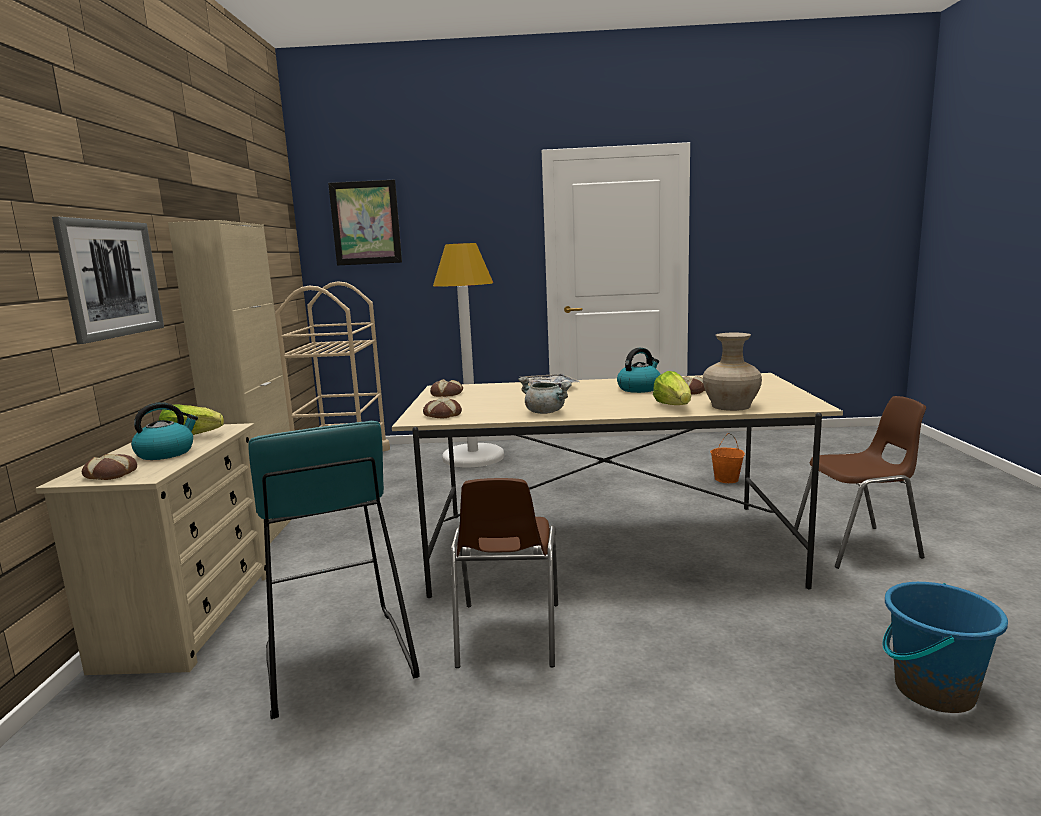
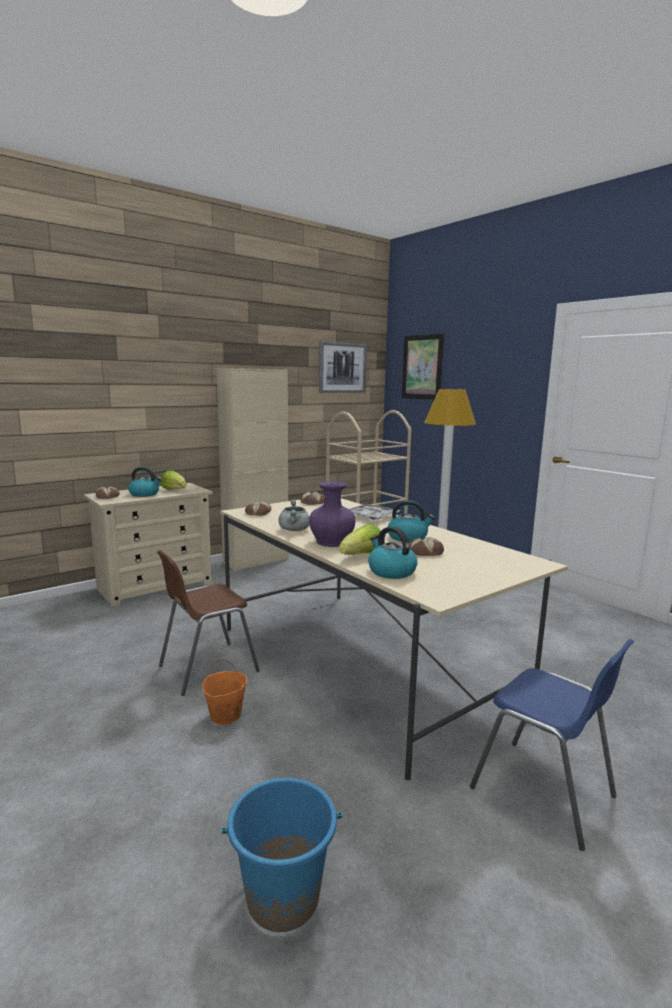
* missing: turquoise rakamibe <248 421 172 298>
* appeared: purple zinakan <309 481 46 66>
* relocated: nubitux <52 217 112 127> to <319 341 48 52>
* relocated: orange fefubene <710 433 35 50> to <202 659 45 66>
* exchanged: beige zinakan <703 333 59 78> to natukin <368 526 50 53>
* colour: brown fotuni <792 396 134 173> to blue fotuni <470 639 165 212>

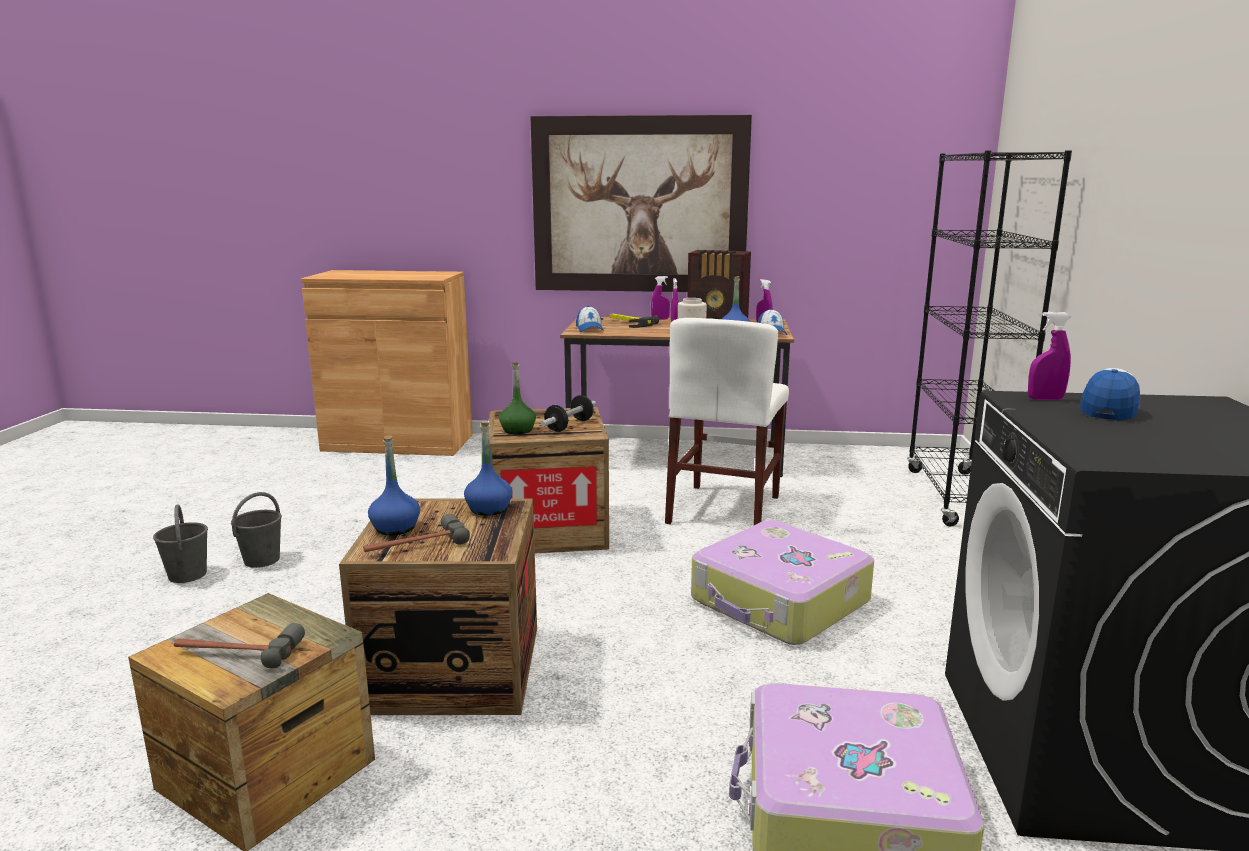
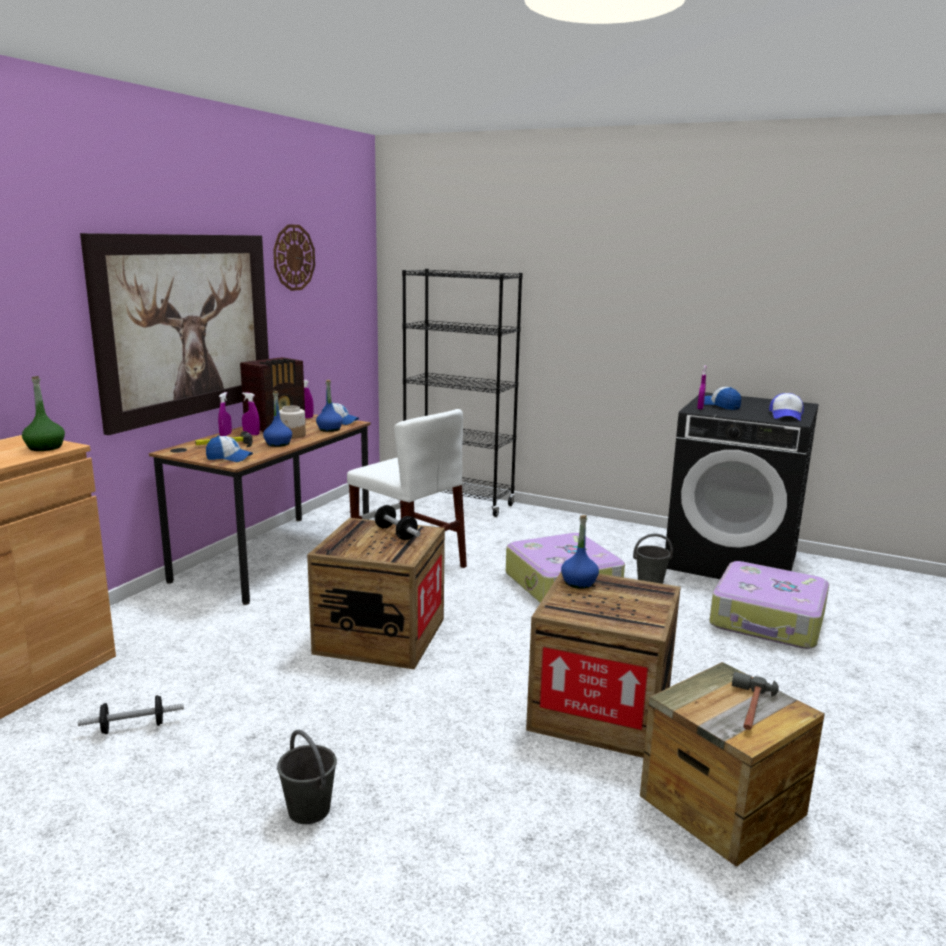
* missing: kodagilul <363 514 107 38>
* appeared: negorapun <78 695 106 39>
* appeared: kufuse <273 224 42 67>
* appeared: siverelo <769 393 35 28>
* relocated: grey fefubene <153 504 55 79> to <633 534 40 50>
* relocated: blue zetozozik <368 435 52 100> to <263 391 29 56>
* relocated: green zetozozik <499 362 37 72> to <22 376 43 75>

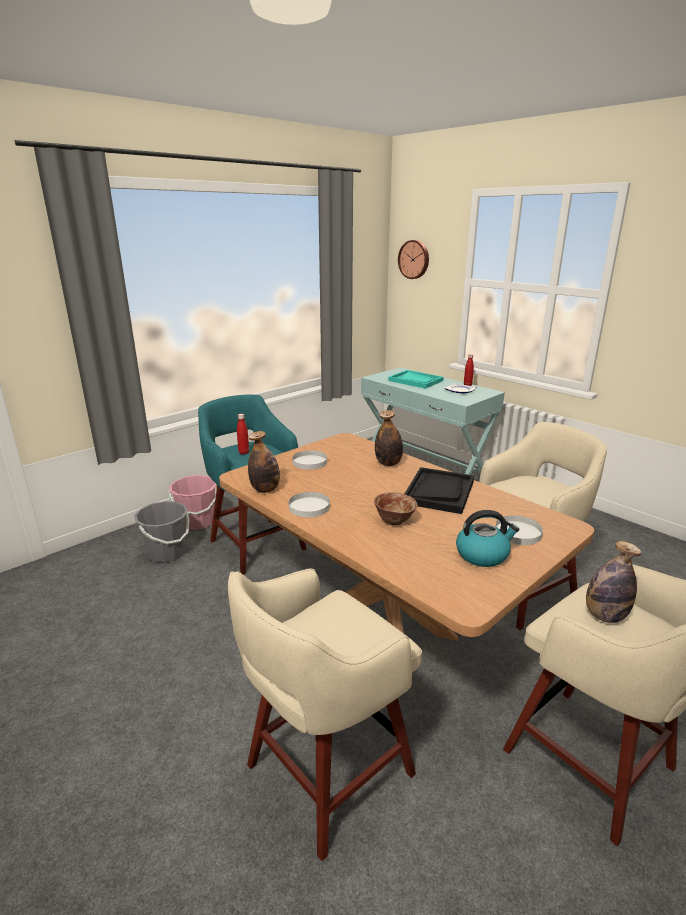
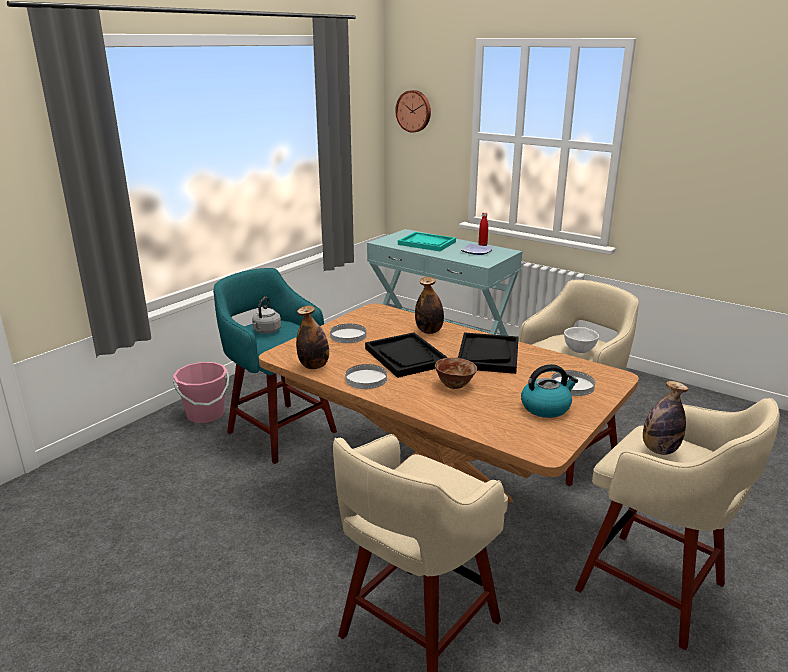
* missing: grey fefubene <134 501 56 61>
* appeared: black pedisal <365 332 83 46>
* appeared: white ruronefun <564 327 35 26>
* exchanged: red zetozozik <237 414 12 40> to grey natukin <252 297 29 37>

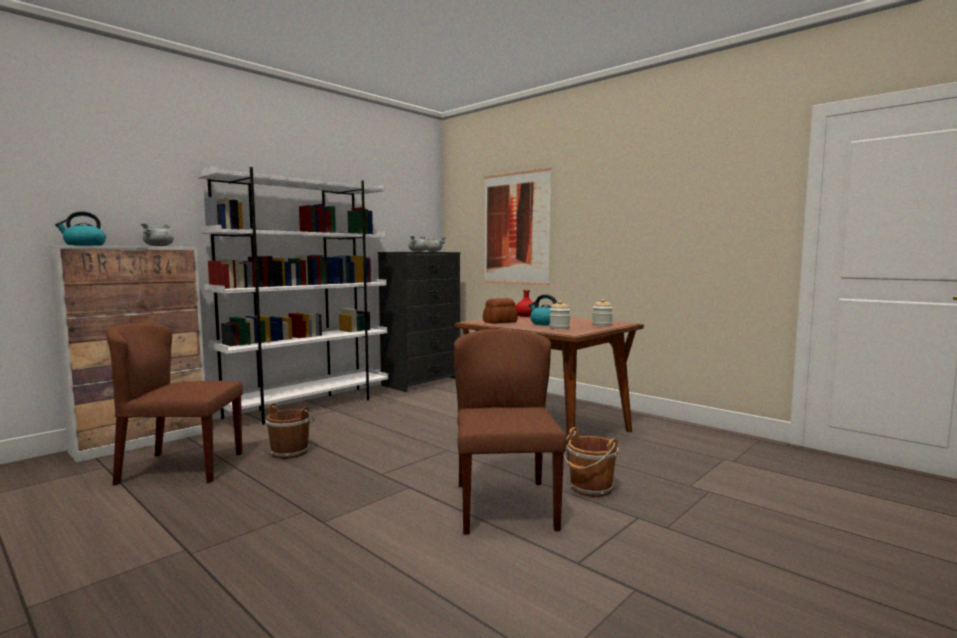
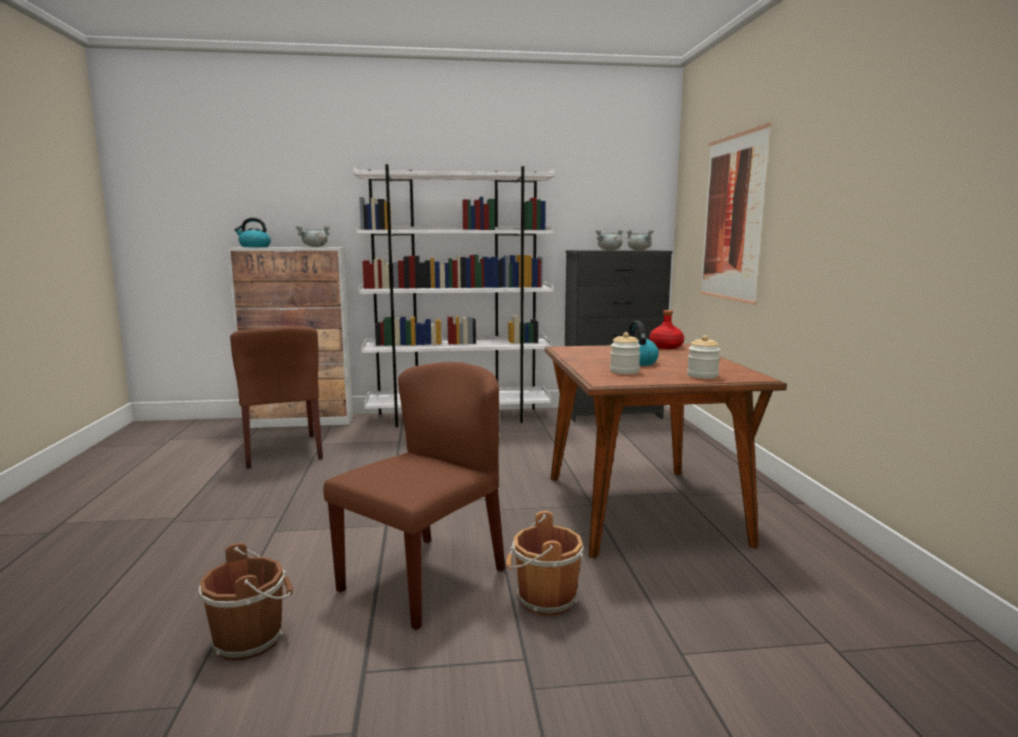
* missing: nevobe <483 298 35 26>
* relocated: brown fefubene <265 403 50 56> to <199 543 94 117>
* spun: brown fotuni <106 323 137 162> = <230 327 93 142> 150 degrees counterclockwise

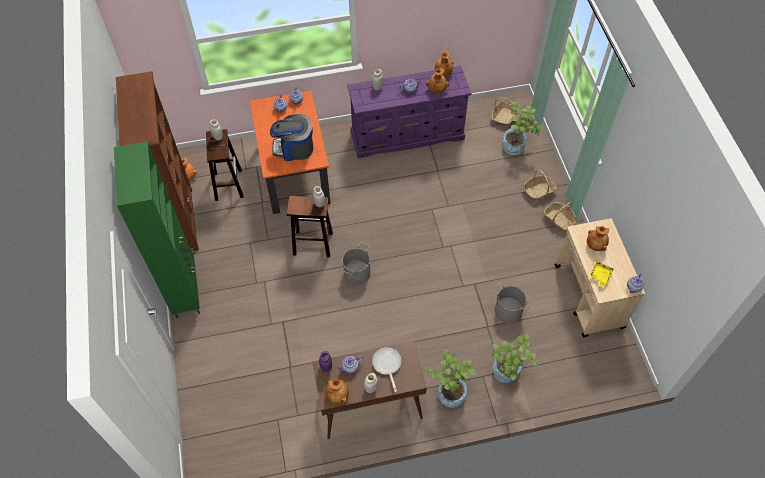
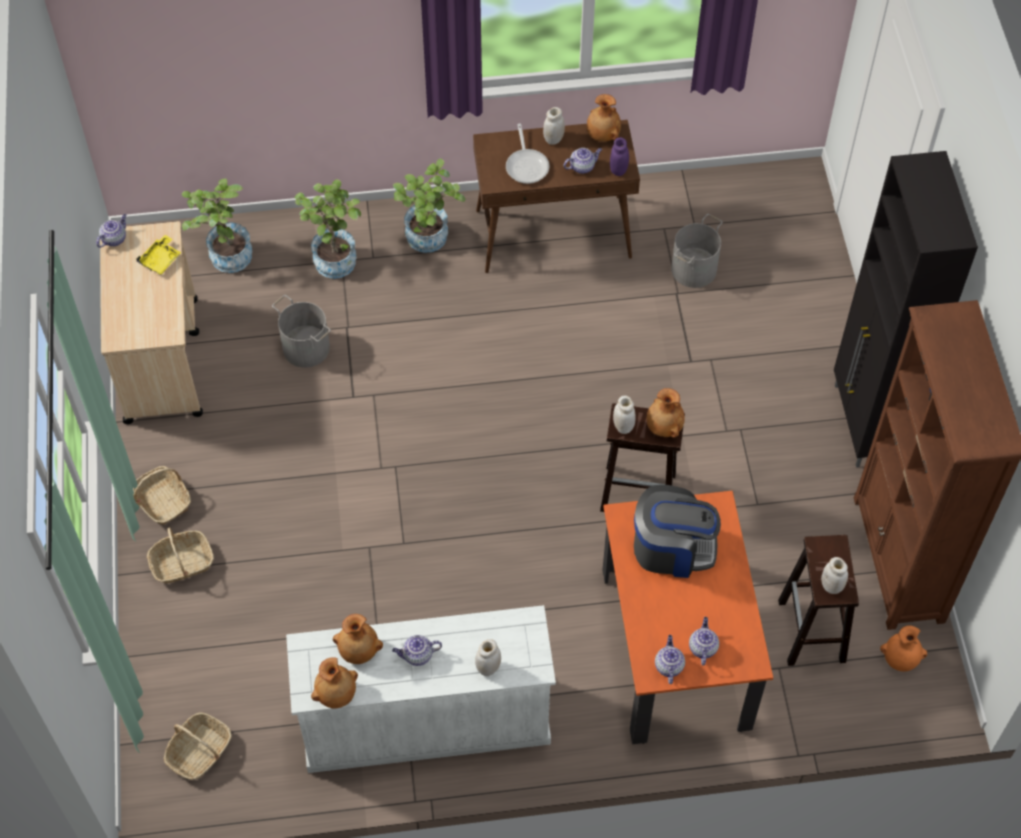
* relocated: grey fefubene <342 242 28 43> to <671 214 52 74>
* relocated: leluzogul <502 102 41 53> to <182 178 70 95>
* relocated: brown zinakan <587 226 22 25> to <647 388 38 49>
* colour: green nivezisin <114 142 86 176> to black nivezisin <834 151 144 317>
* colour: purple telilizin <347 66 125 92> to white telilizin <286 605 270 168>

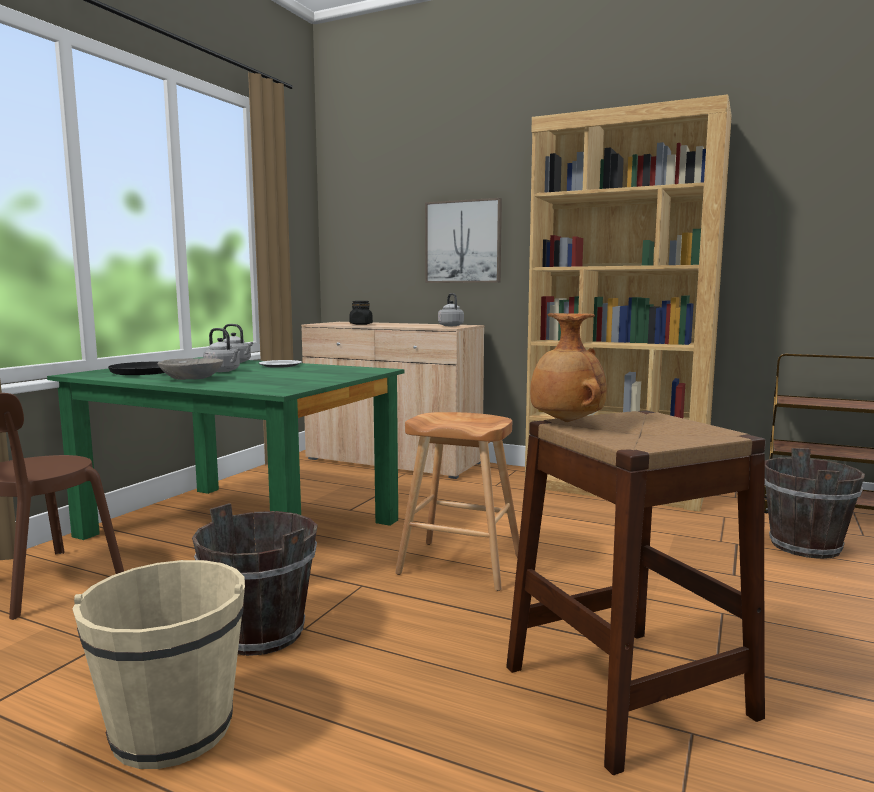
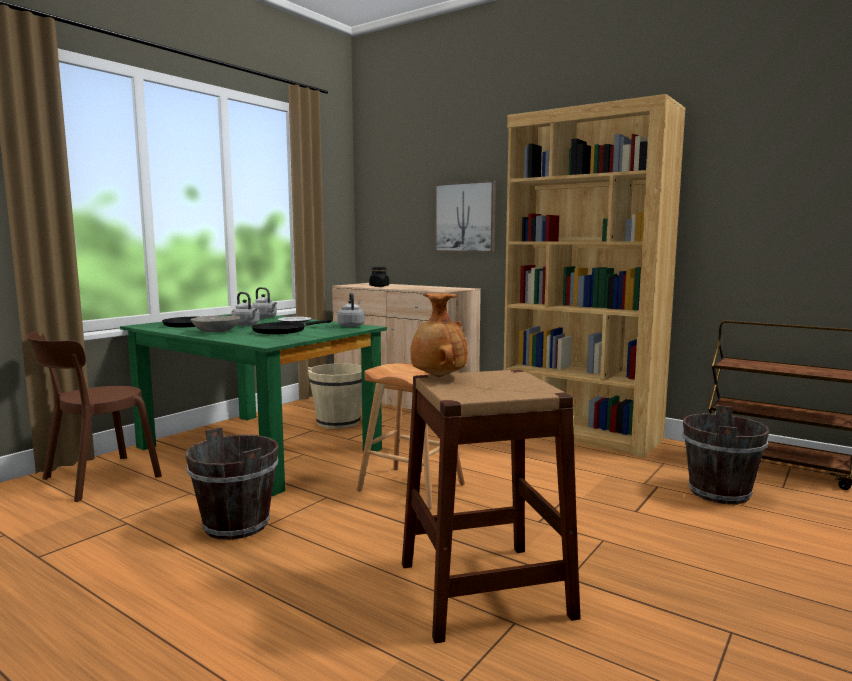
* appeared: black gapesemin <252 320 79 14>
* relocated: beige fefubene <73 560 172 209> to <308 363 54 66>
* relocated: grey natukin <438 293 26 33> to <337 292 27 35>

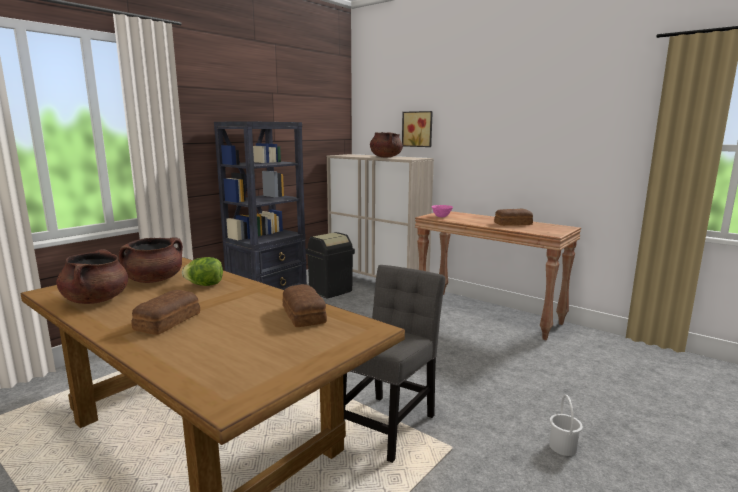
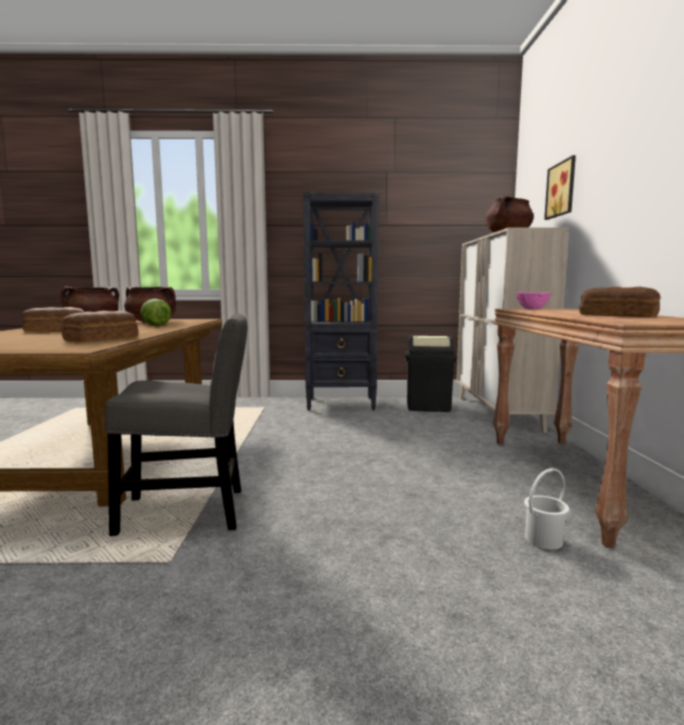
* relocated: white fefubene <549 395 34 61> to <524 468 45 82>

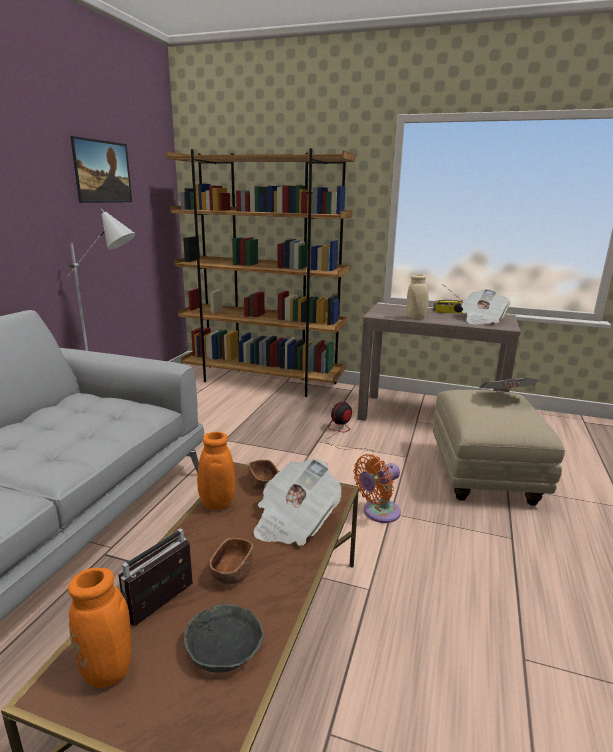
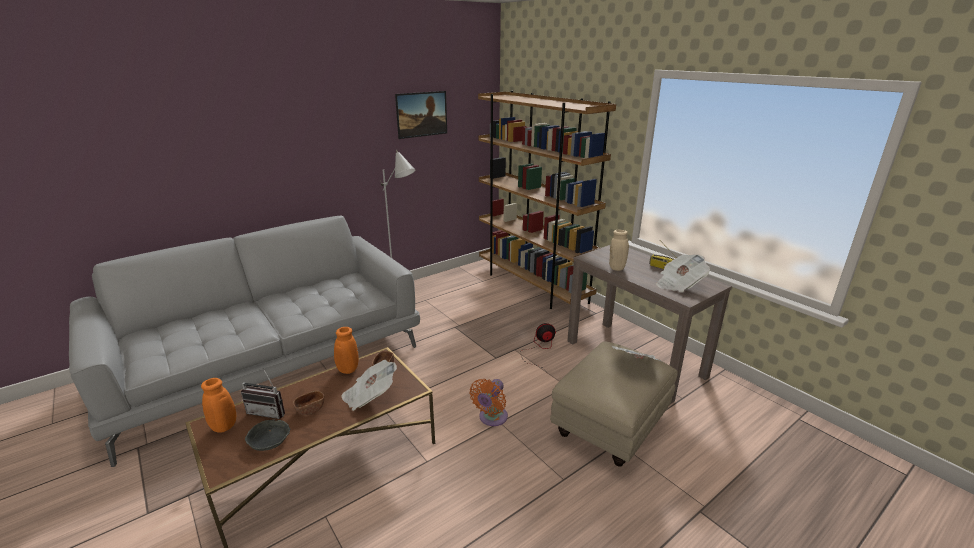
* spun: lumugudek <119 528 74 98> = <241 370 44 49> 150 degrees counterclockwise
* spun: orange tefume <353 454 48 69> = <470 379 38 47> 60 degrees counterclockwise

